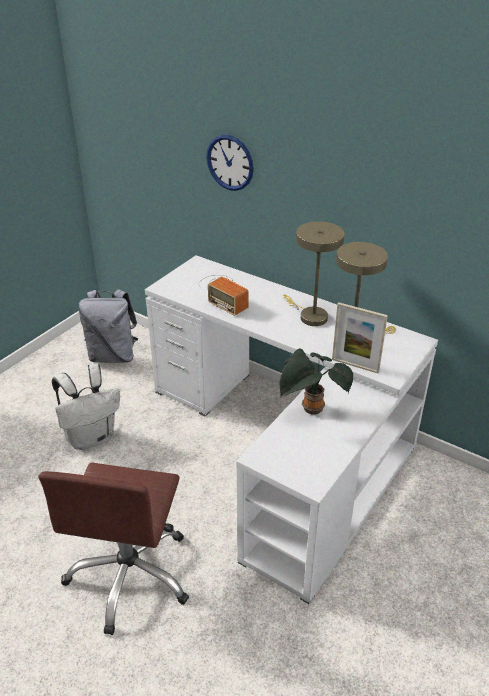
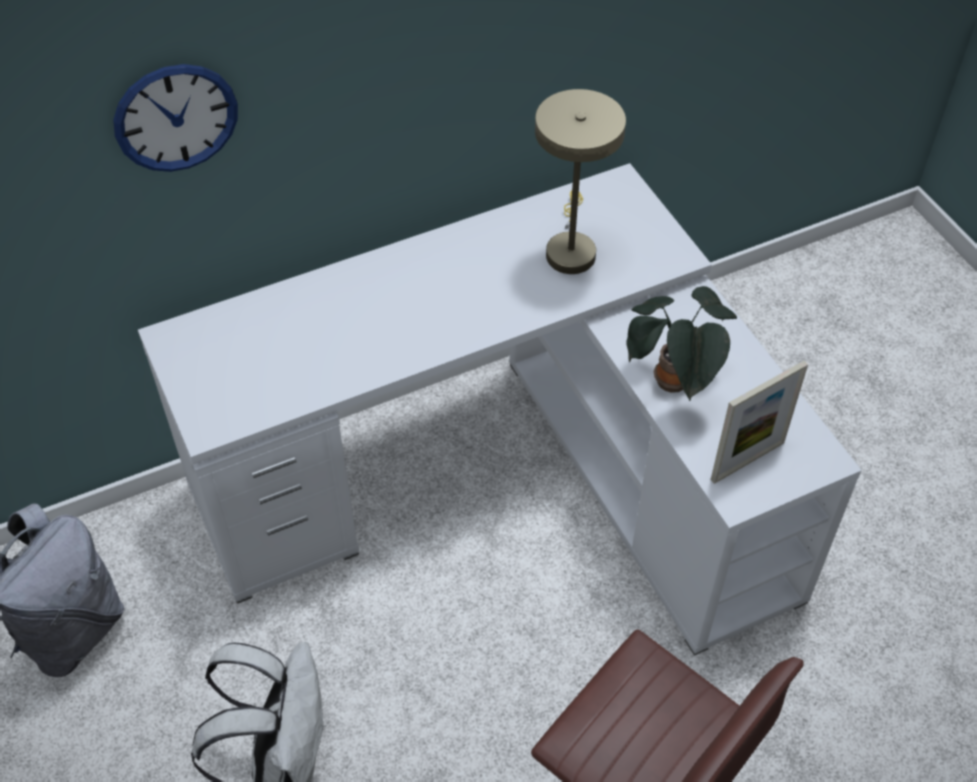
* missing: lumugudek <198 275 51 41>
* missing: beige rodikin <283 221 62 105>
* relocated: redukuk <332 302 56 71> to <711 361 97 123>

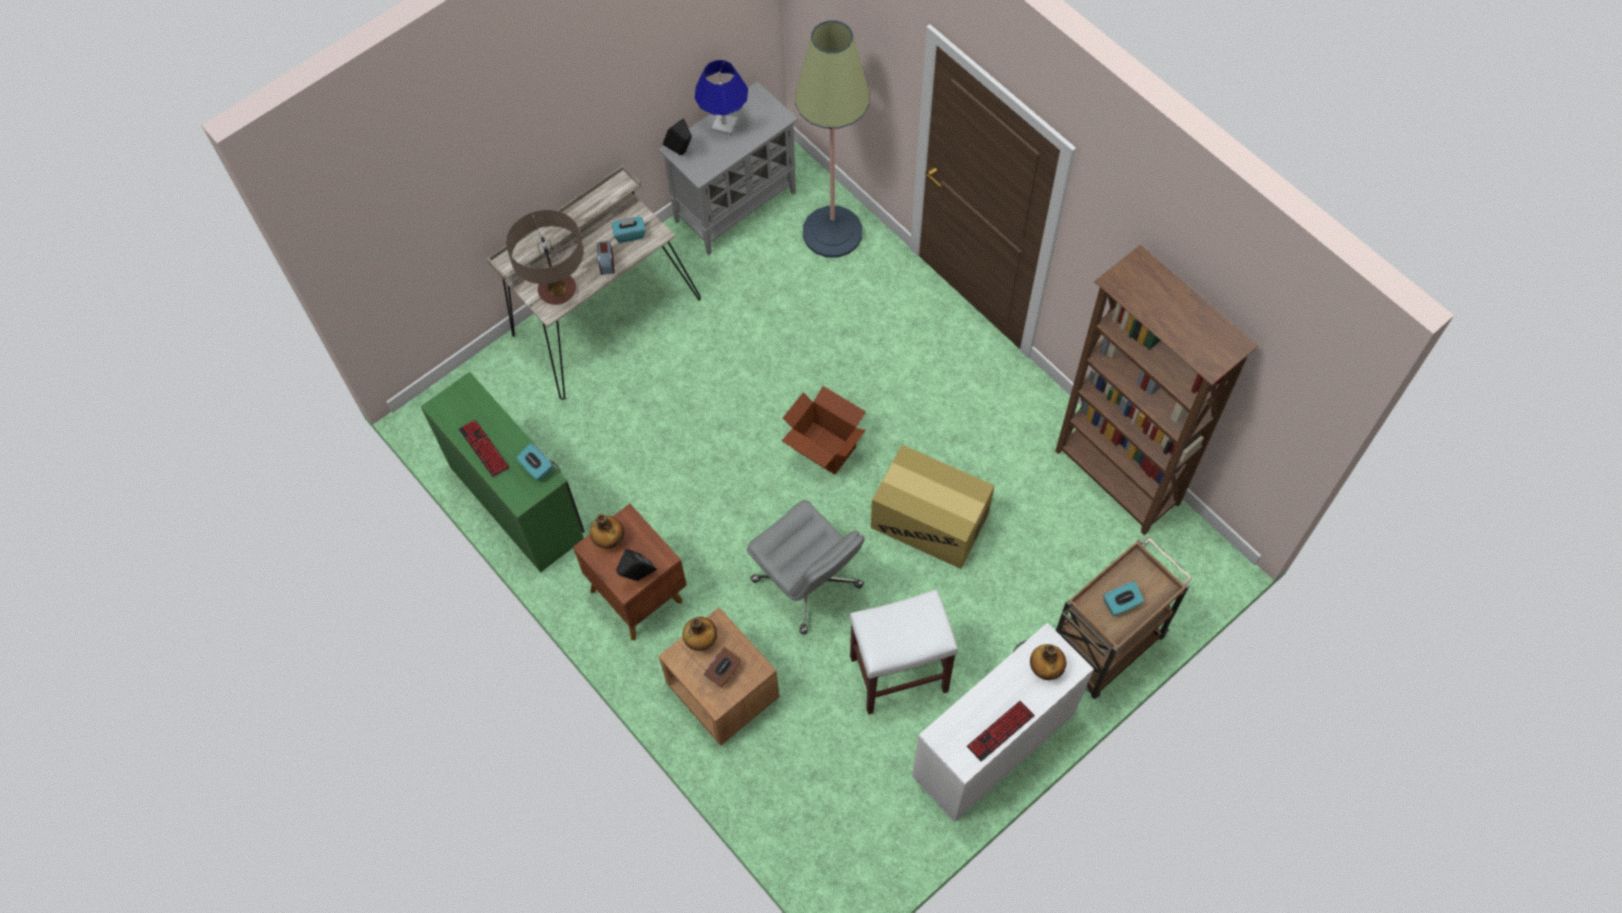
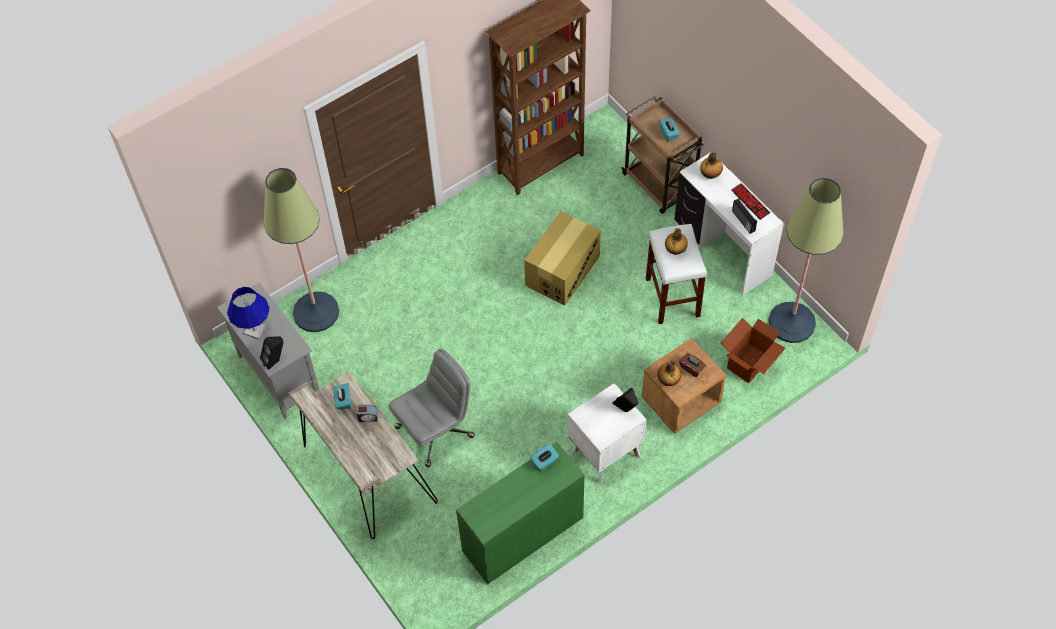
* missing: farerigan <459 420 51 57>
* missing: rodikin <506 210 78 95>
* appeared: lumugudek <732 199 25 35>
* appeared: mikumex <768 178 76 165>
* relocated: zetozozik <590 514 34 35> to <665 228 23 27>
* relocated: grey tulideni <747 500 118 135> to <389 349 86 118>
* relocated: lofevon <782 386 84 89> to <721 318 65 65>
* colour: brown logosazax <573 504 114 136> to white logosazax <568 383 79 101>

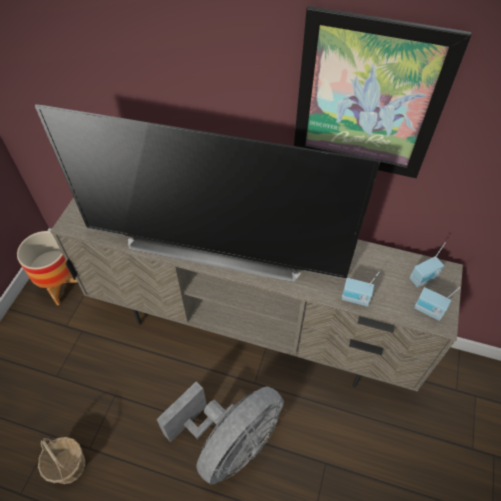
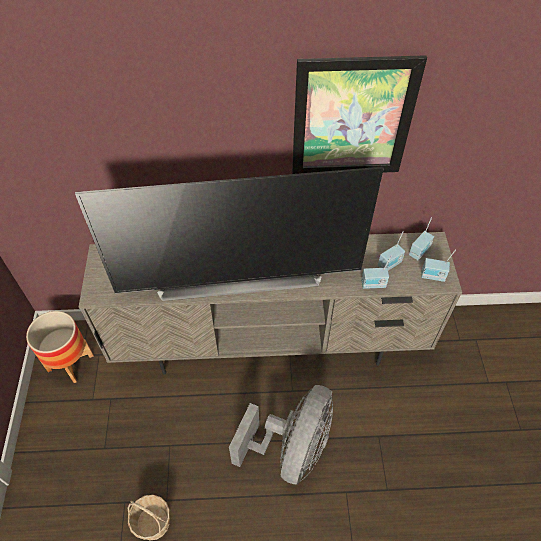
* appeared: lumugudek <378 231 27 40>

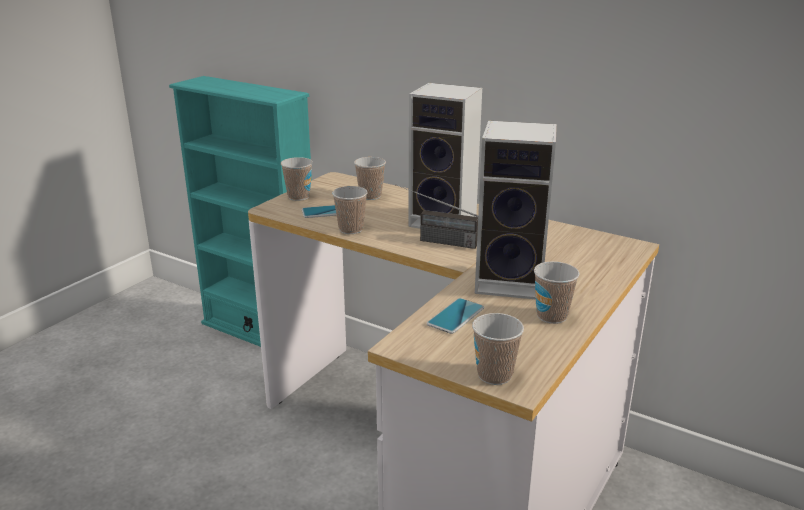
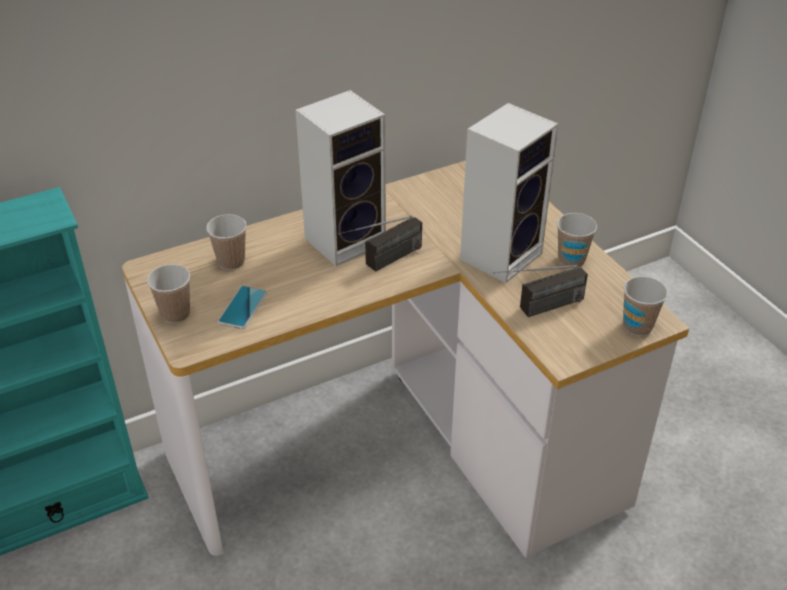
* missing: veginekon <332 186 36 48>
* exchanged: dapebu <427 298 57 36> to lumugudek <493 265 95 52>

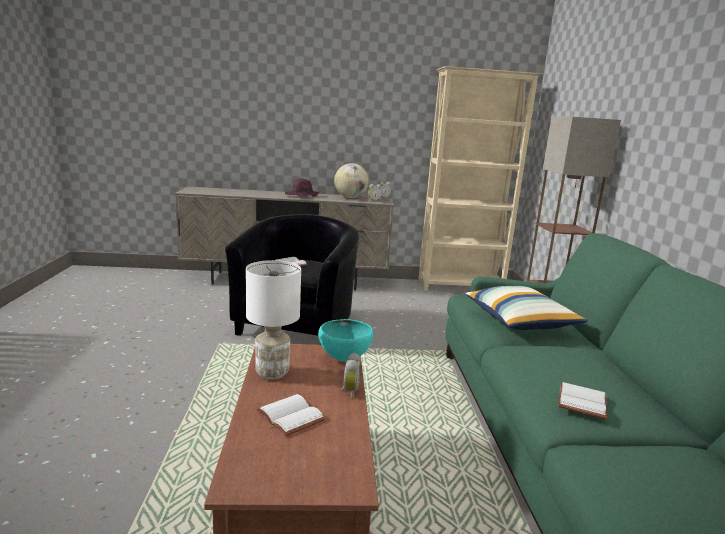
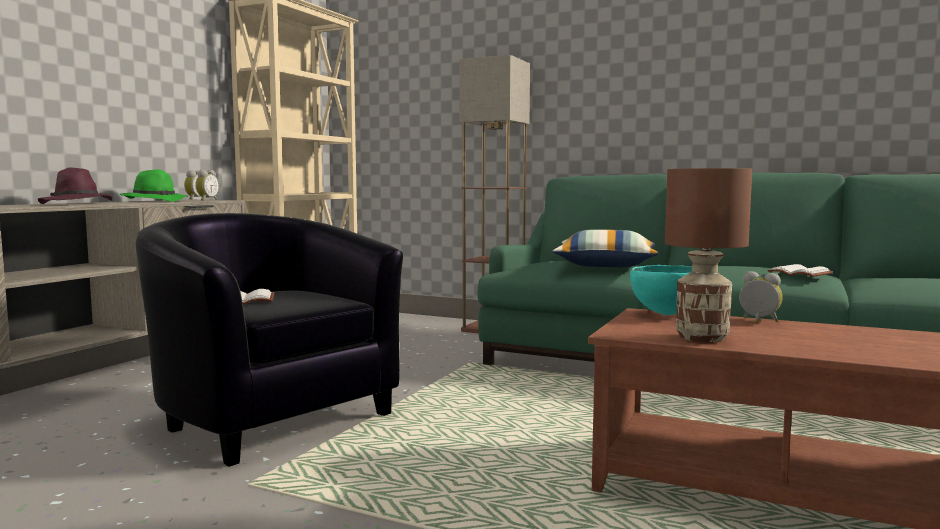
* missing: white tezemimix <257 394 69 42>
* exchanged: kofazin <334 163 35 35> to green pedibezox <120 169 68 33>
* colour: white rodikin <246 260 55 120> to brown rodikin <665 168 87 175>

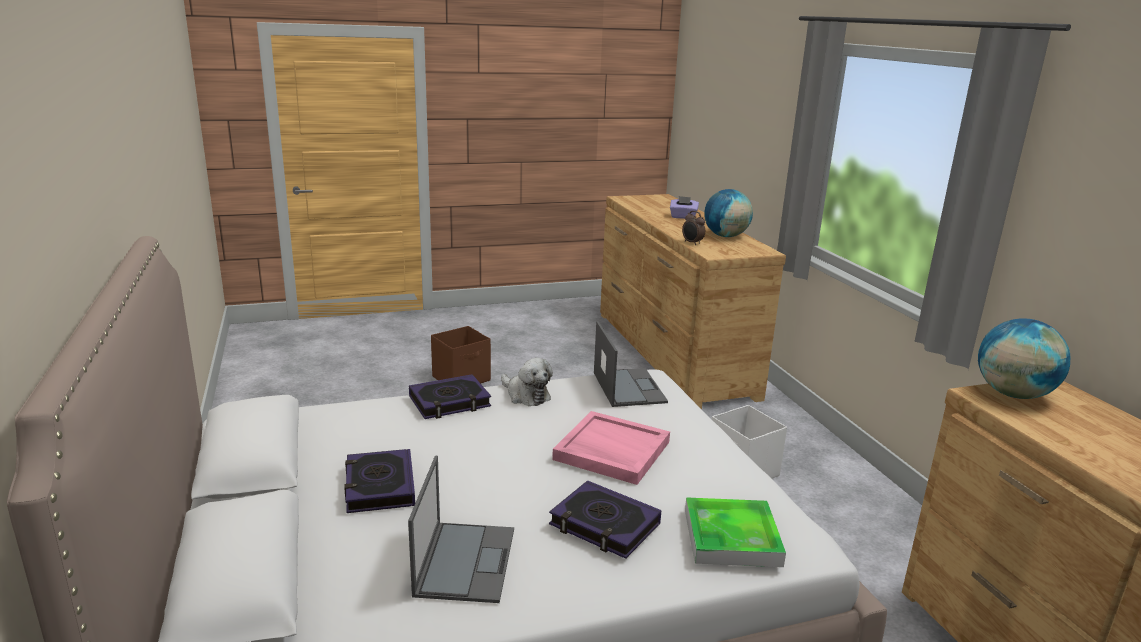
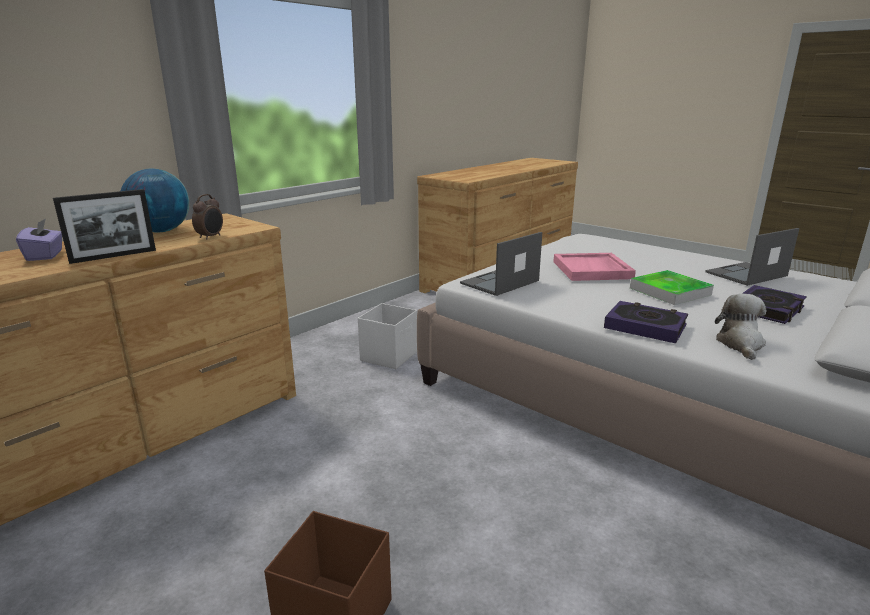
* missing: tezemimix <549 480 112 79>
* missing: kofazin <978 318 92 81>
* appeared: redukuk <53 189 103 75>
* relocated: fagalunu <501 358 52 48> to <715 294 52 66>
* relocated: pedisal <685 497 101 70> to <630 270 84 35>

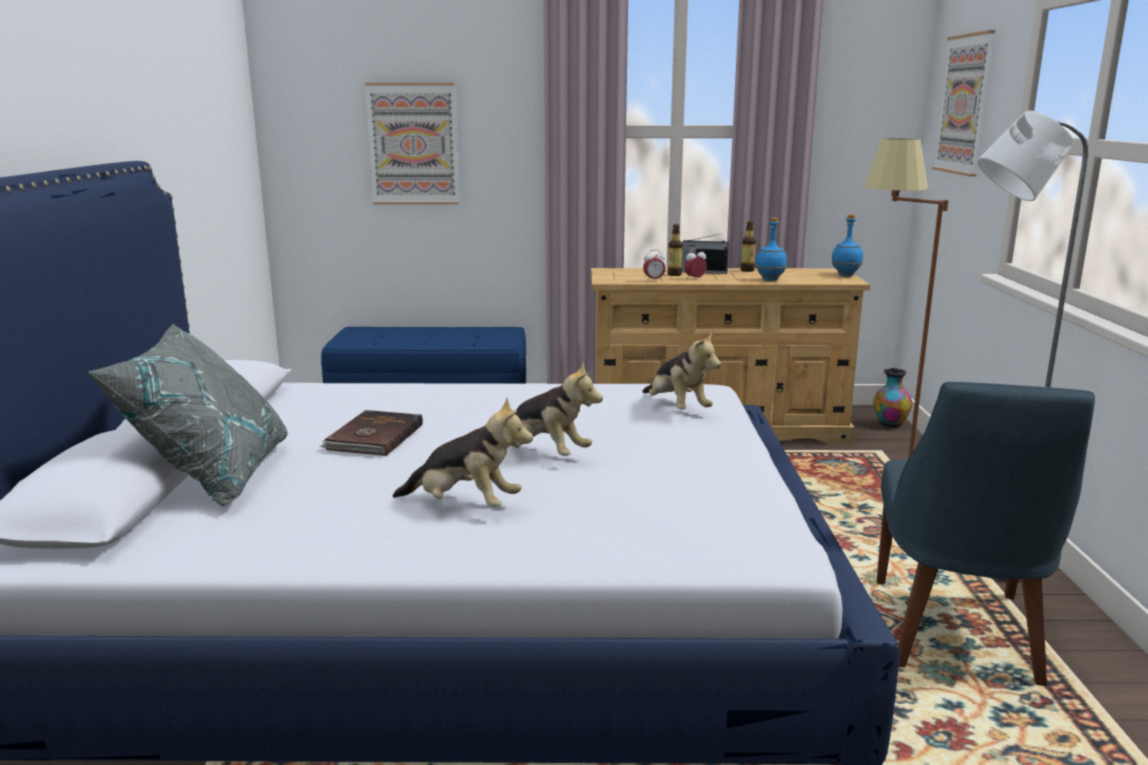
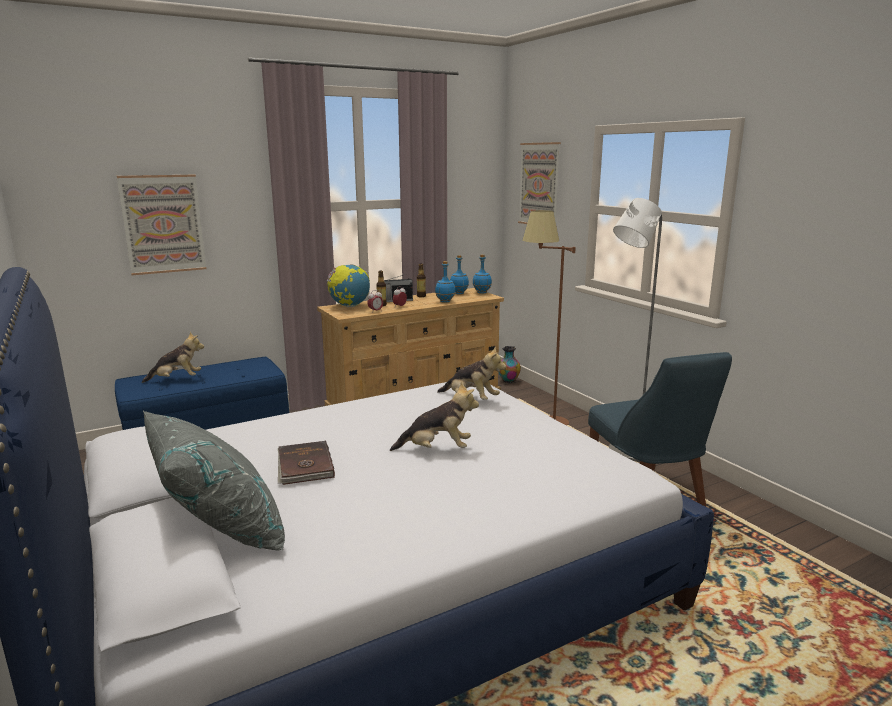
* appeared: kofazin <327 264 43 43>
* appeared: blue zetozozik <450 255 19 39>
* relocated: fagalunu <393 397 140 110> to <142 332 62 51>

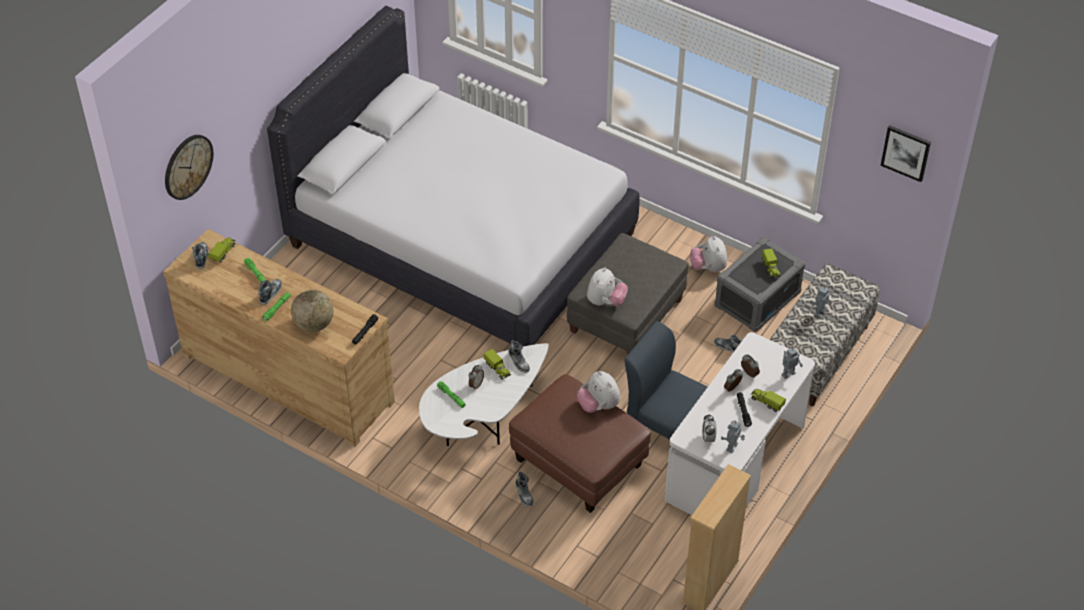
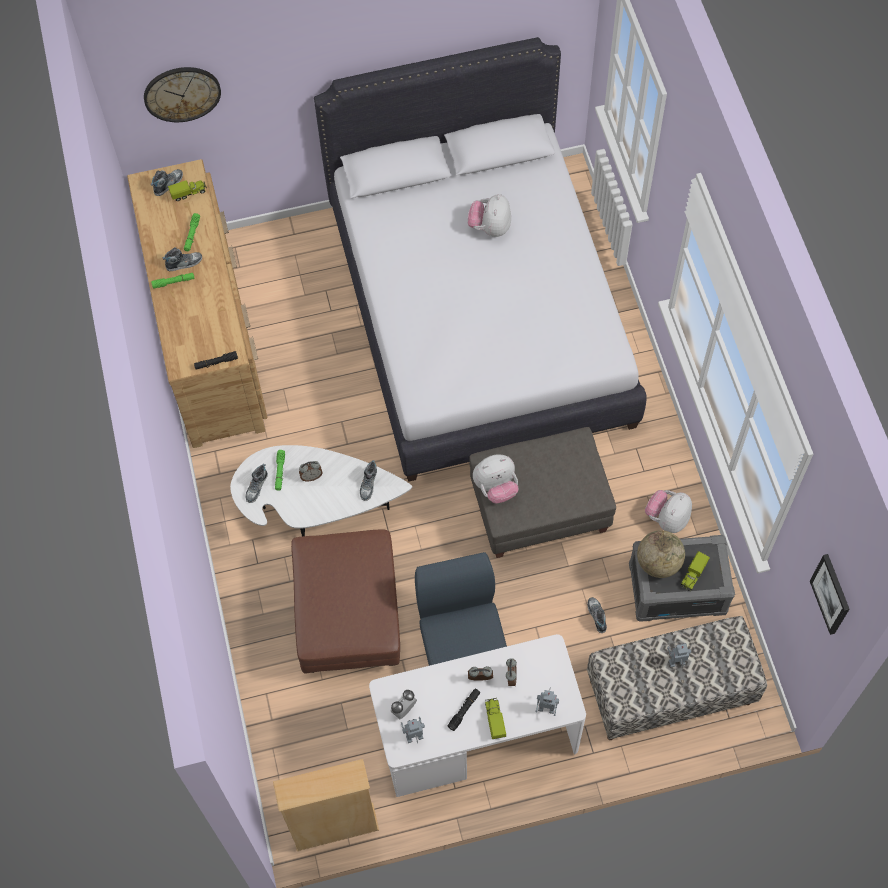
* missing: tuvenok <484 349 27 31>
* relocated: kofazin <291 290 43 42> to <637 530 48 48>
* relocated: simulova <515 471 18 36> to <246 464 22 39>
* relocated: fagalunu <577 371 43 42> to <468 194 43 43>

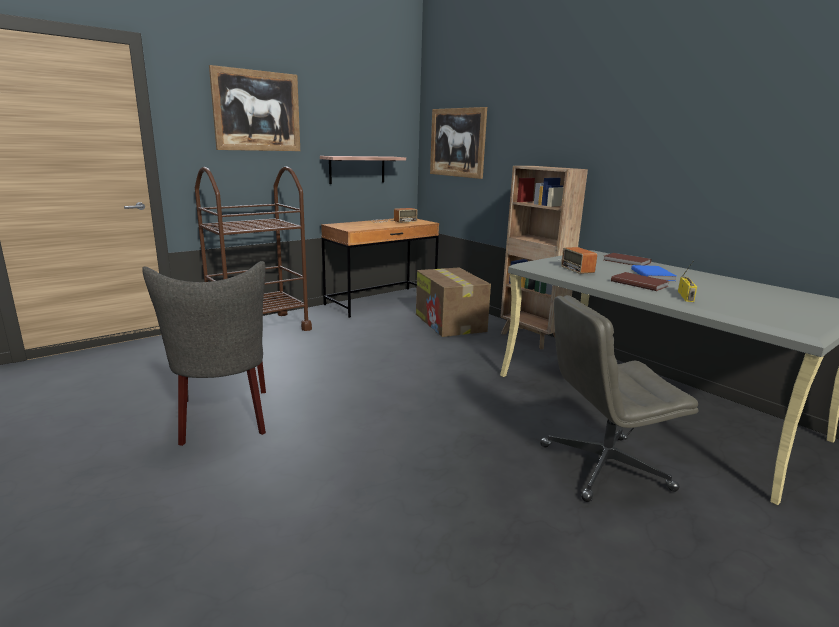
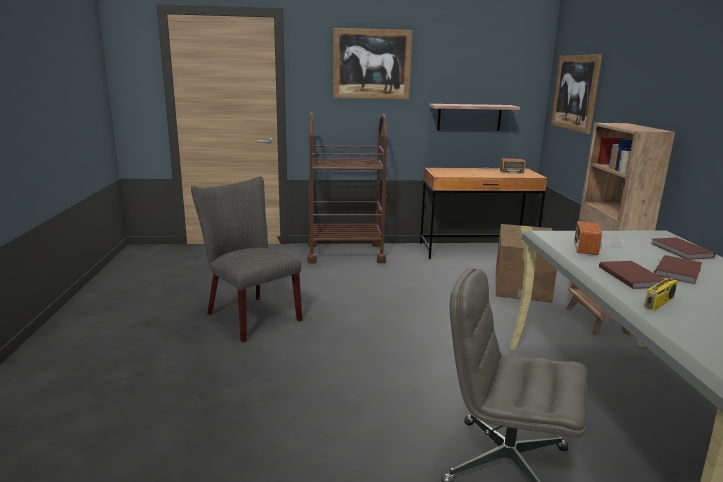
* colour: blue tezemimix <631 265 45 16> to brown tezemimix <654 255 48 29>
* spun: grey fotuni <142 261 124 185> = <191 176 111 166> 120 degrees clockwise

